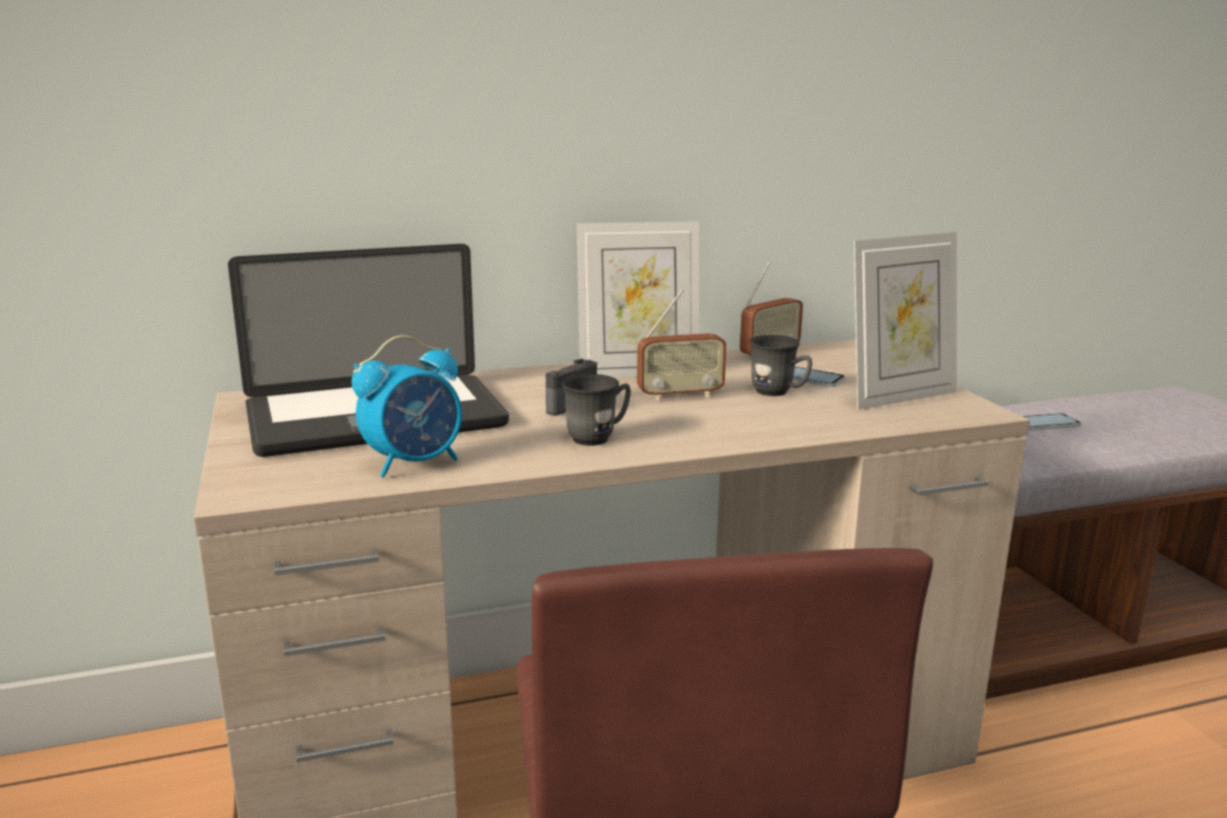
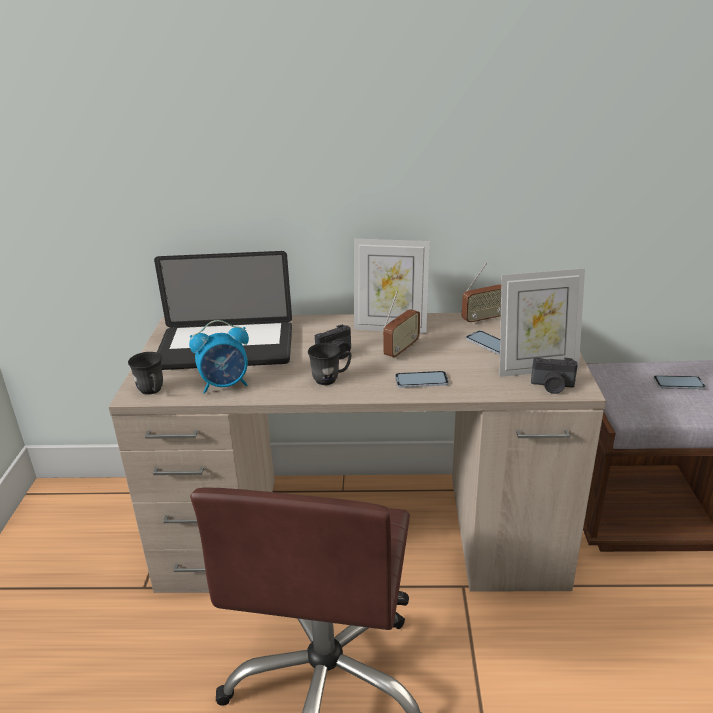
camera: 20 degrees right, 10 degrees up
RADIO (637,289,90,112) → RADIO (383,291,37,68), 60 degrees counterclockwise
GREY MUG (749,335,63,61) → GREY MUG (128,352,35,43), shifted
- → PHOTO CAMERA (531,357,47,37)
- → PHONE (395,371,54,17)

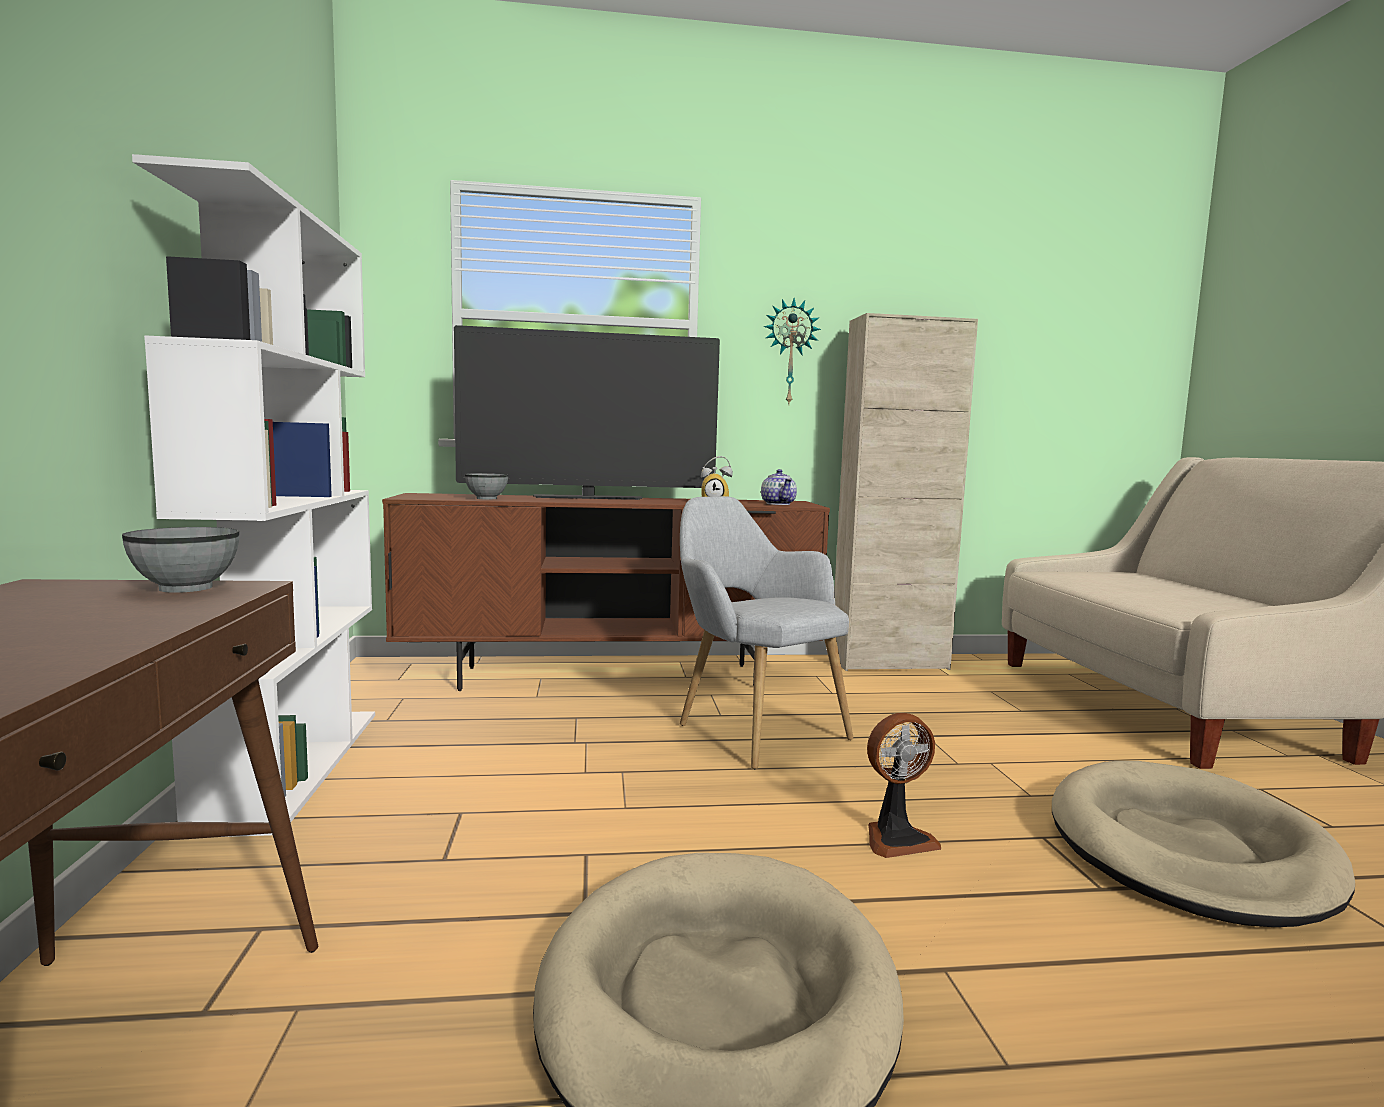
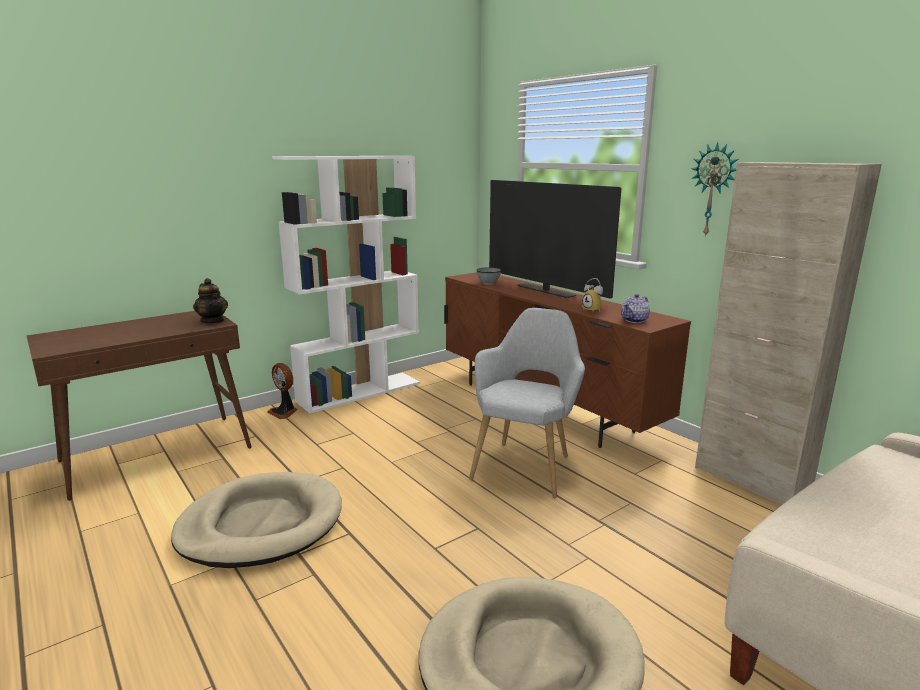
camera: 60 degrees right, 10 degrees up
GREY BOWL (122,527,117,66) → TEAPOT (193,278,35,45)
FAN (867,713,74,145) → FAN (267,363,31,56), shifted

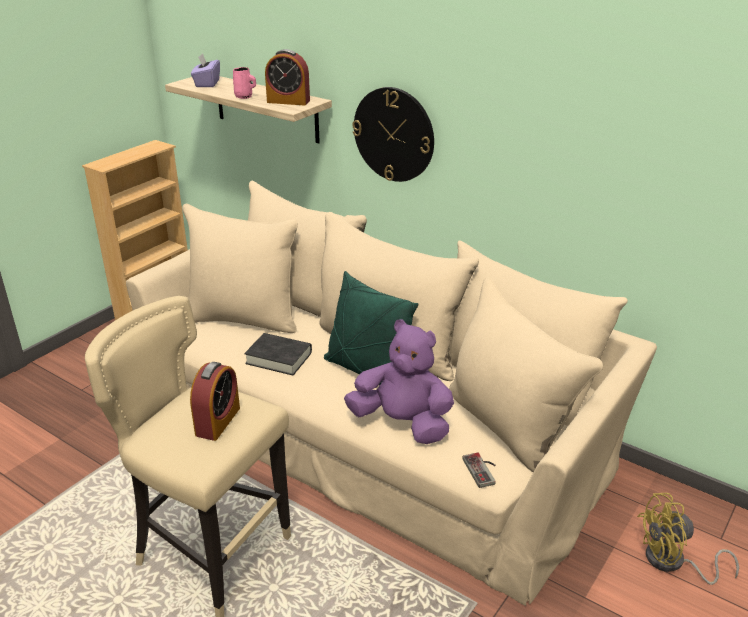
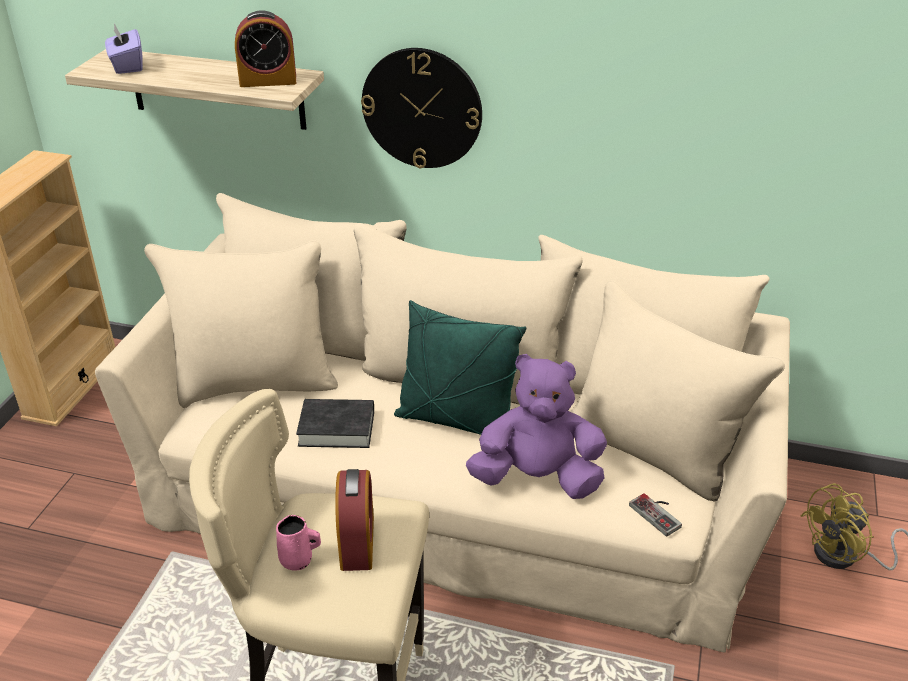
camera: 20 degrees left, 5 degrees up
PINK MUG (233,67,23,32) → PINK MUG (276,515,45,56), shifted

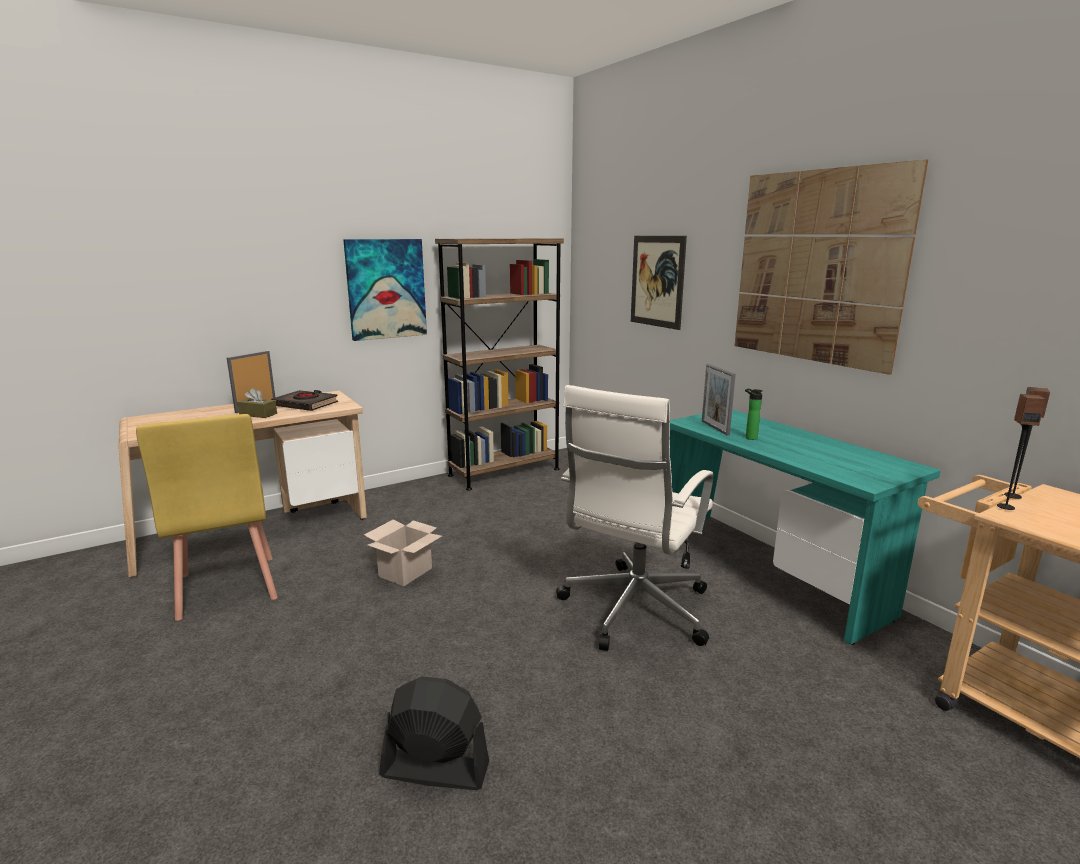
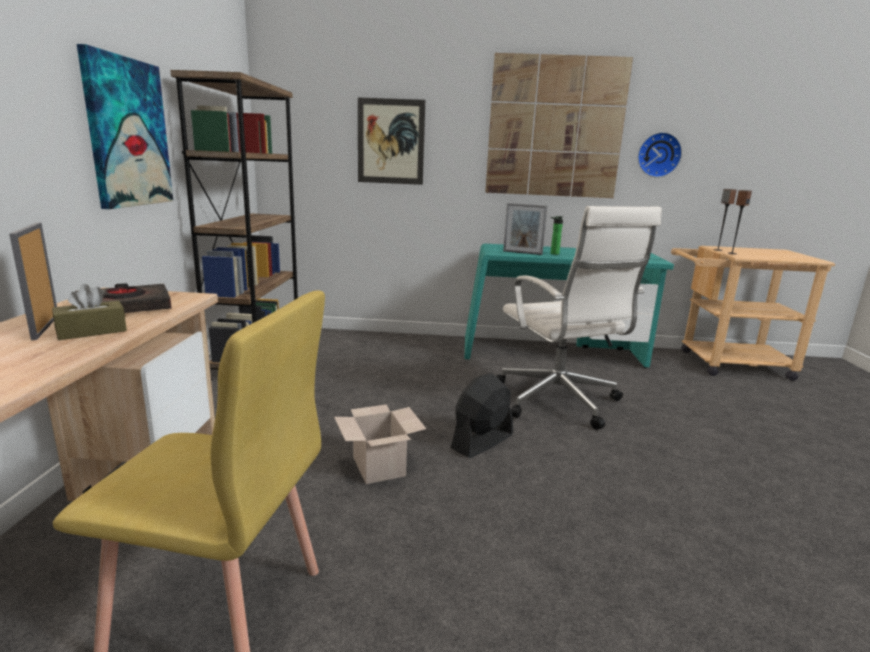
camera: 55 degrees left, 0 degrees up
BLACK FAN (379,676,110,114) → BLACK FAN (451,373,62,85), shifted
- → WALL CLOCK (638,132,44,46)

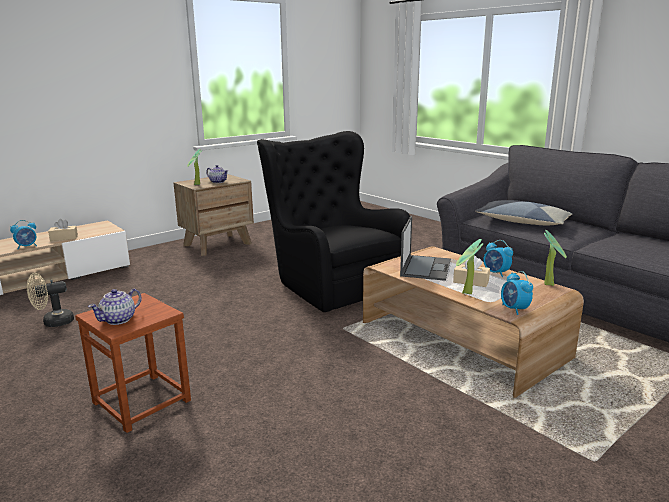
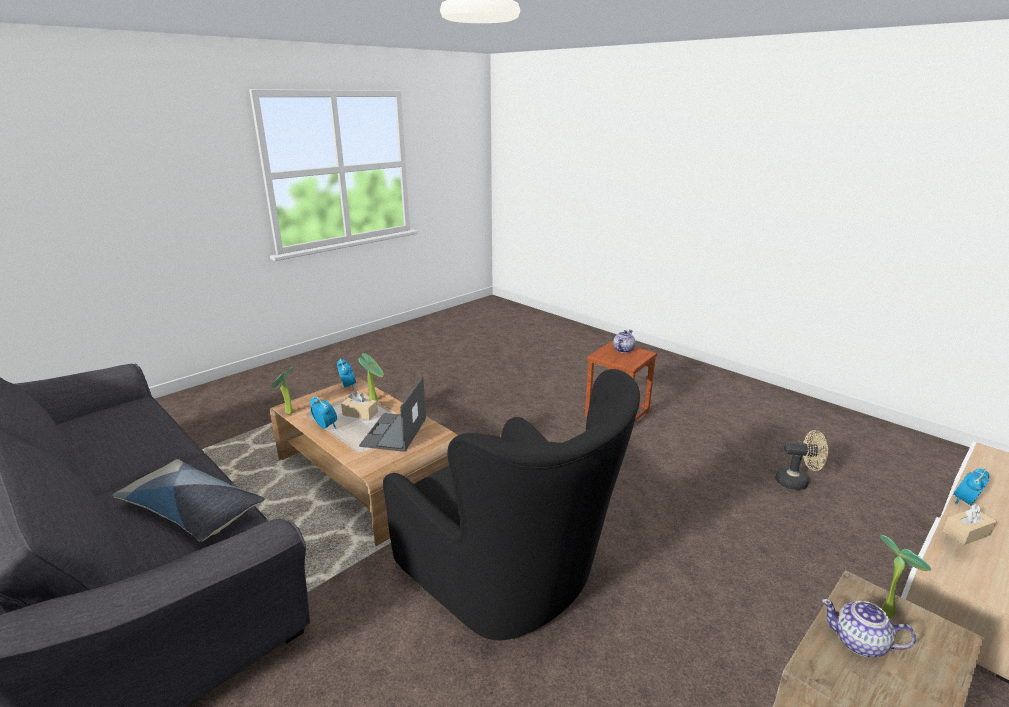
camera: 175 degrees right, 5 degrees up
BEIGE FAN (27,273,47,54) → BEIGE FAN (775,430,53,60), 45 degrees clockwise

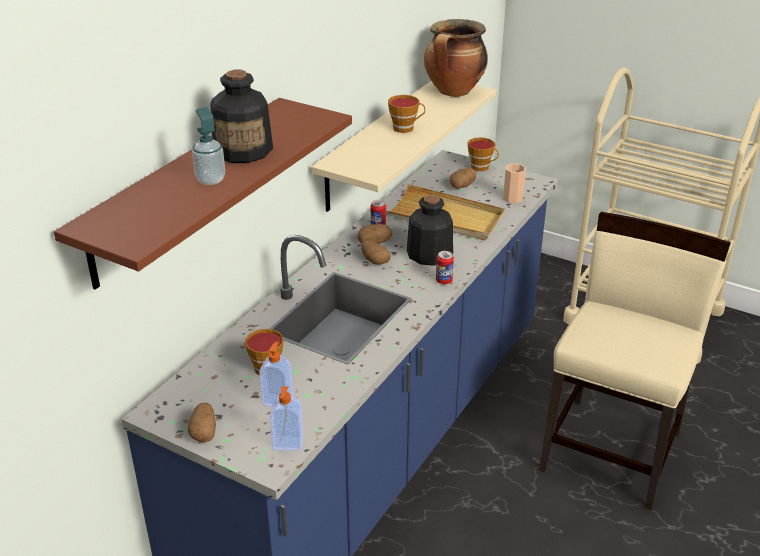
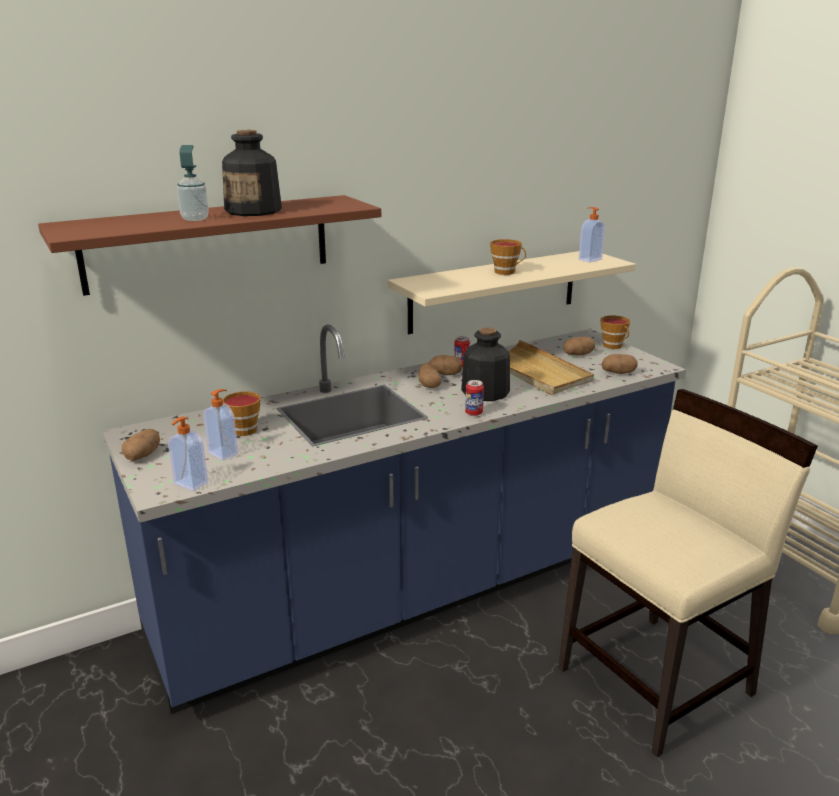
camera: 30 degrees right, 10 degrees down
COOKING POT (424,19,64,78) → SOAP DISPENSER (579,207,26,55)
CUP (503,163,23,40) → POTATO (601,354,37,20)

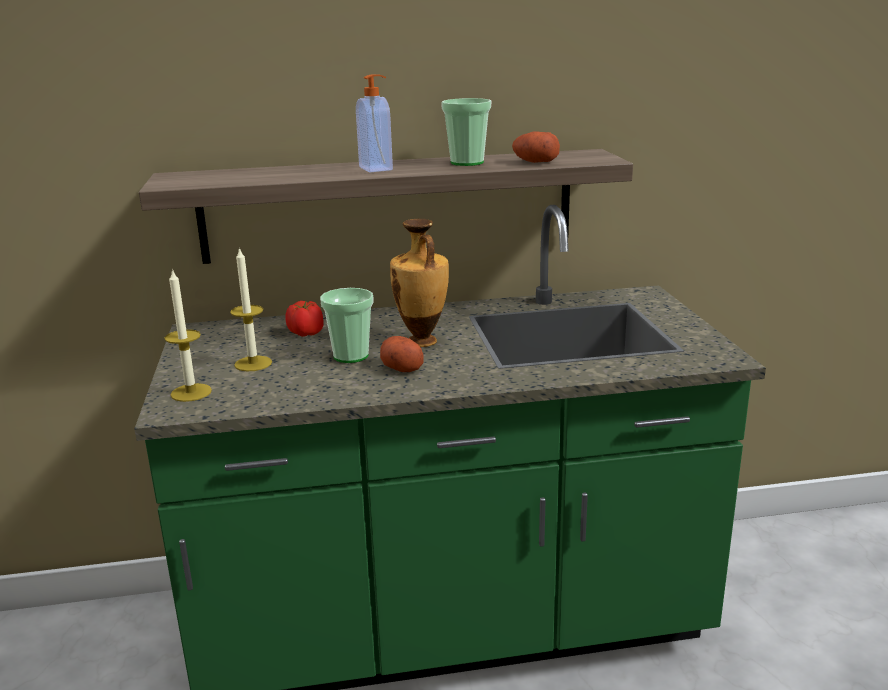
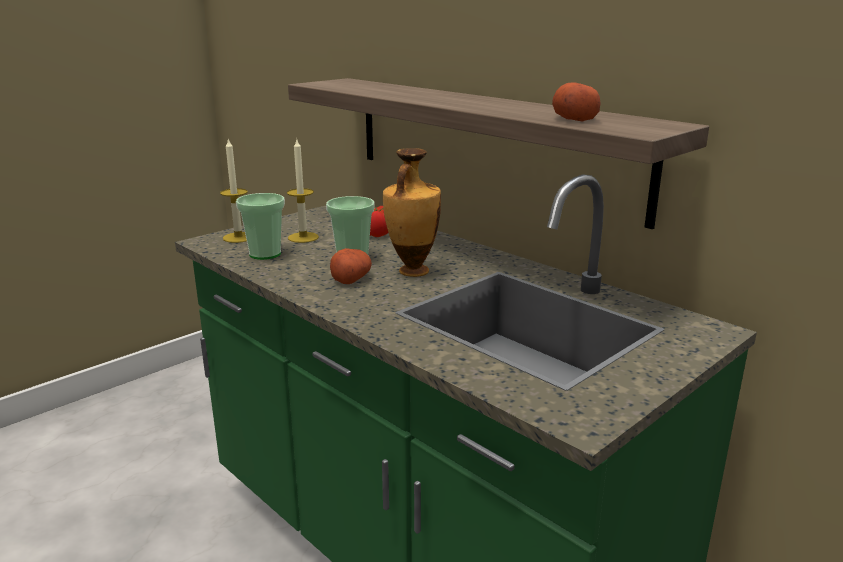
camera: 55 degrees right, 0 degrees up
SOAP DISPENSER (356,74,37,99) → -
CUP (441,98,50,68) → CUP (236,193,49,67), shifted

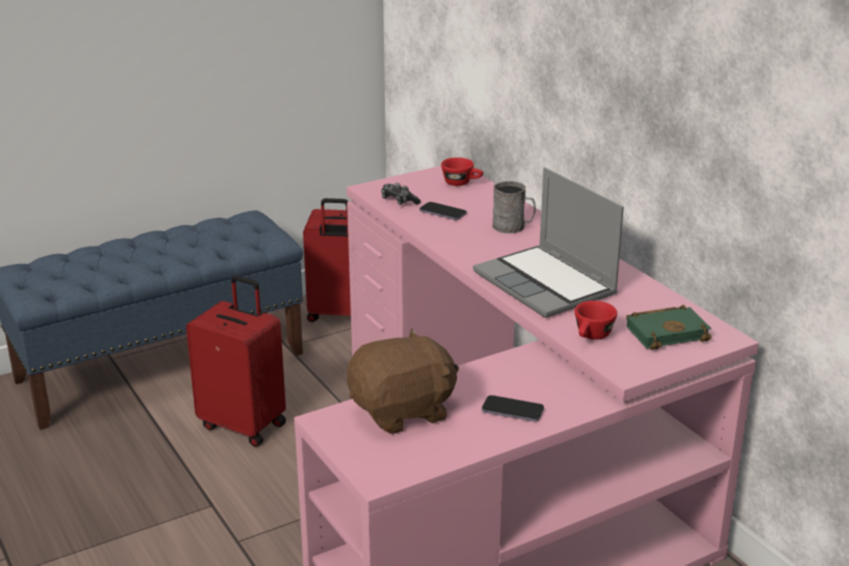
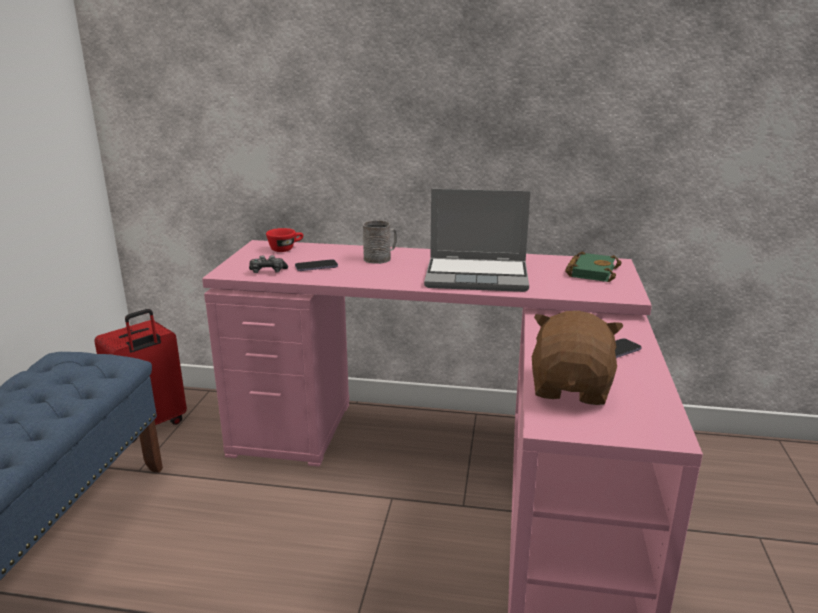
camera: 50 degrees left, 5 degrees down
RED SUITCASE (186,275,100,172) → -
RED CUP (575,301,42,39) → -

